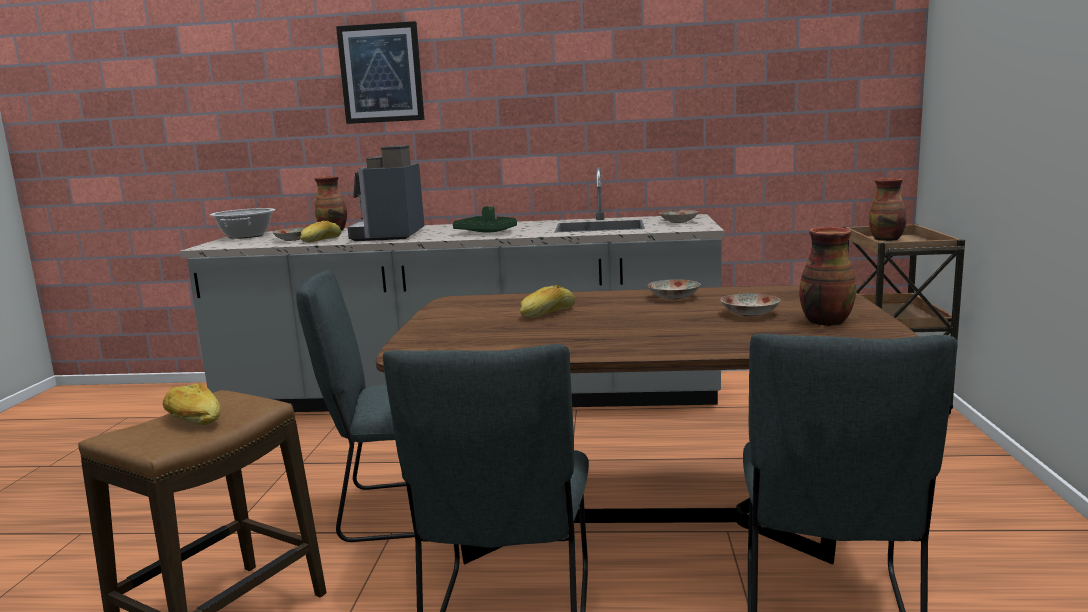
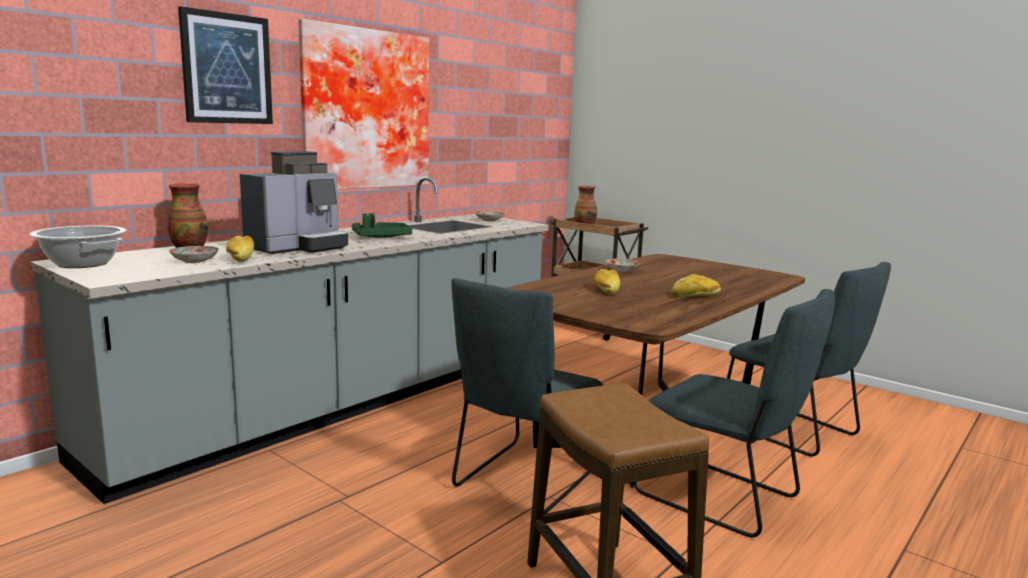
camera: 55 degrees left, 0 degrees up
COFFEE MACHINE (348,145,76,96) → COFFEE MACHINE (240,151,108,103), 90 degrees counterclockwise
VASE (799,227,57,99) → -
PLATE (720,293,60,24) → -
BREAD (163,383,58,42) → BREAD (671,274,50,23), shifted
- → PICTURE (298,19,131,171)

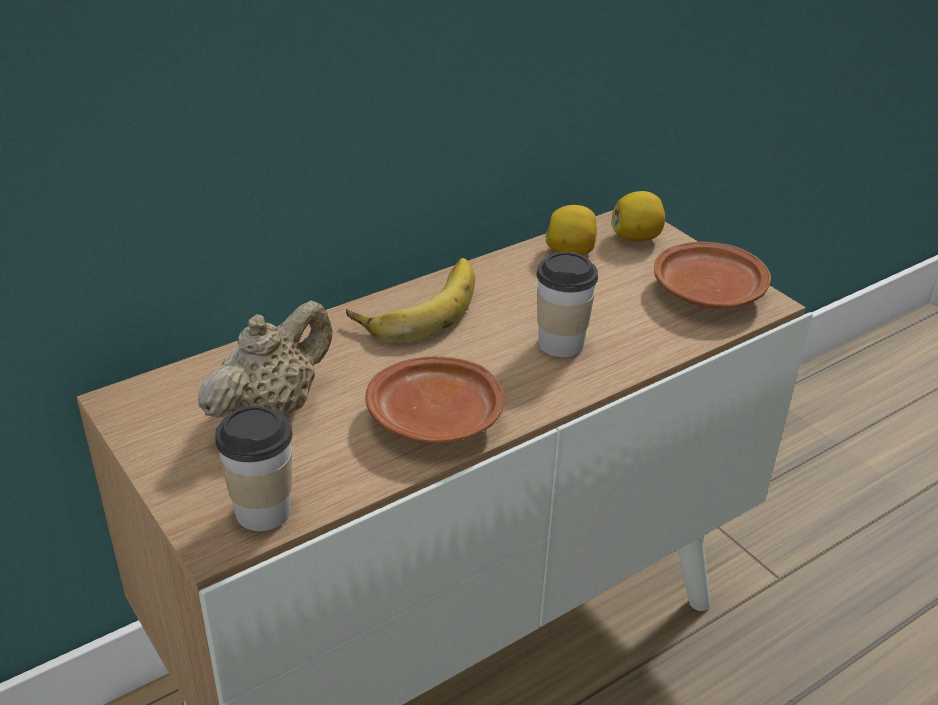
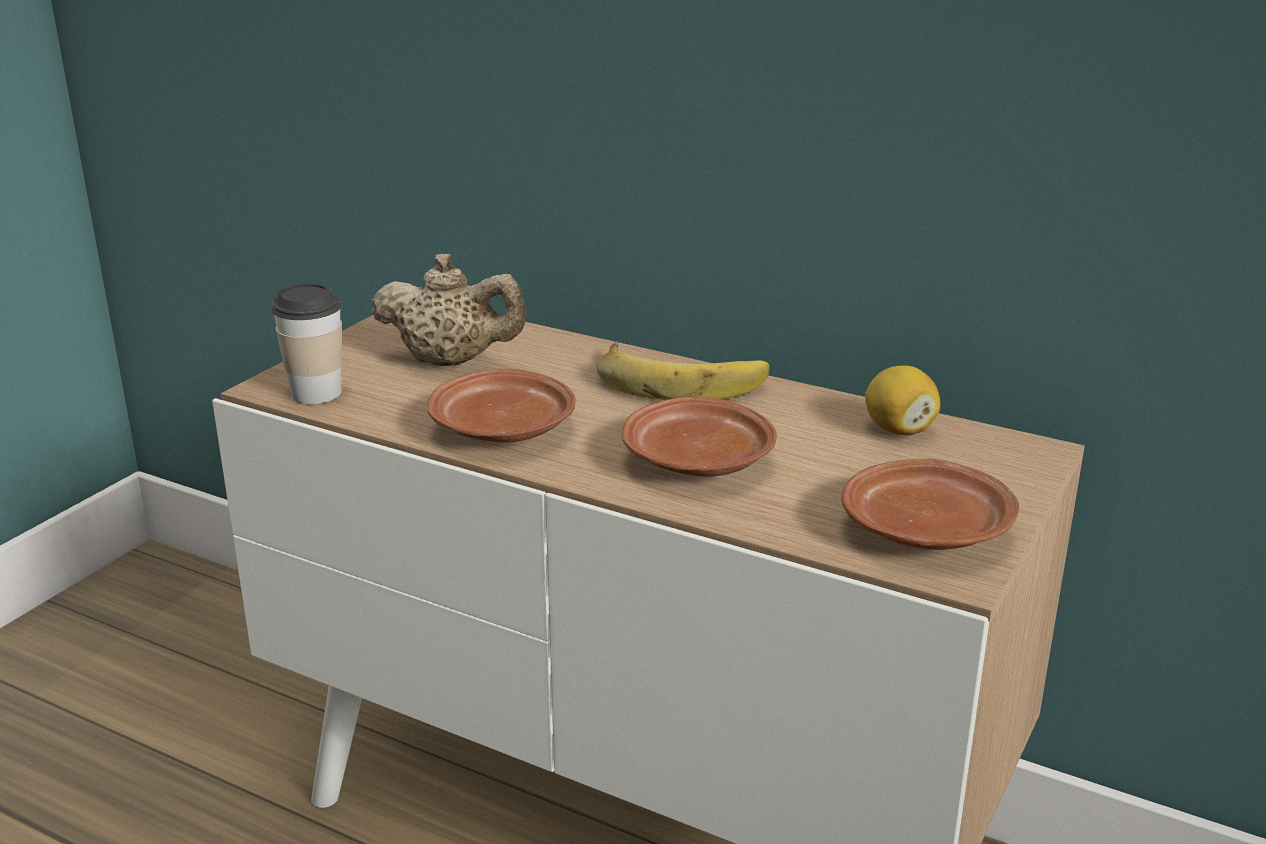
camera: 65 degrees right, 10 degrees down
LEMON (611,191,54,50) → -
CUP (537,252,61,105) → BROWN PLATE (622,396,155,80)

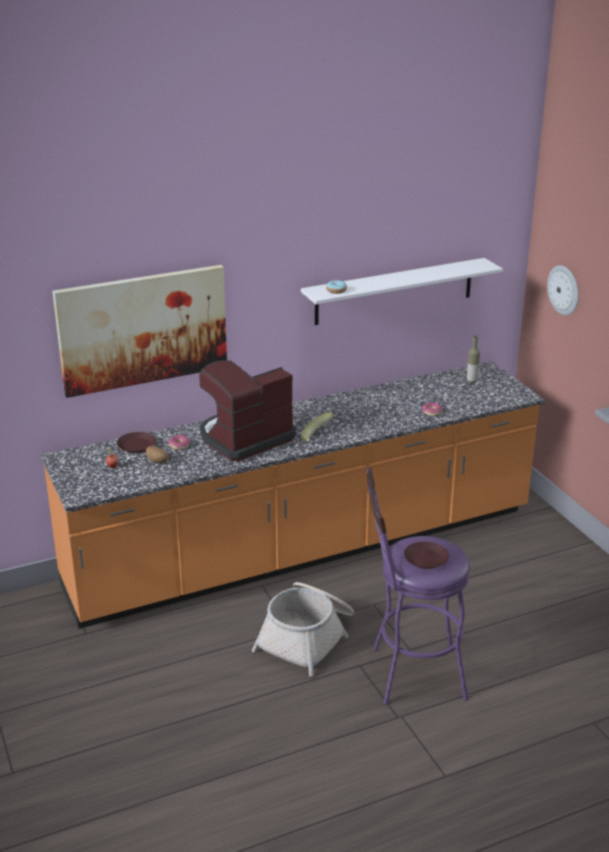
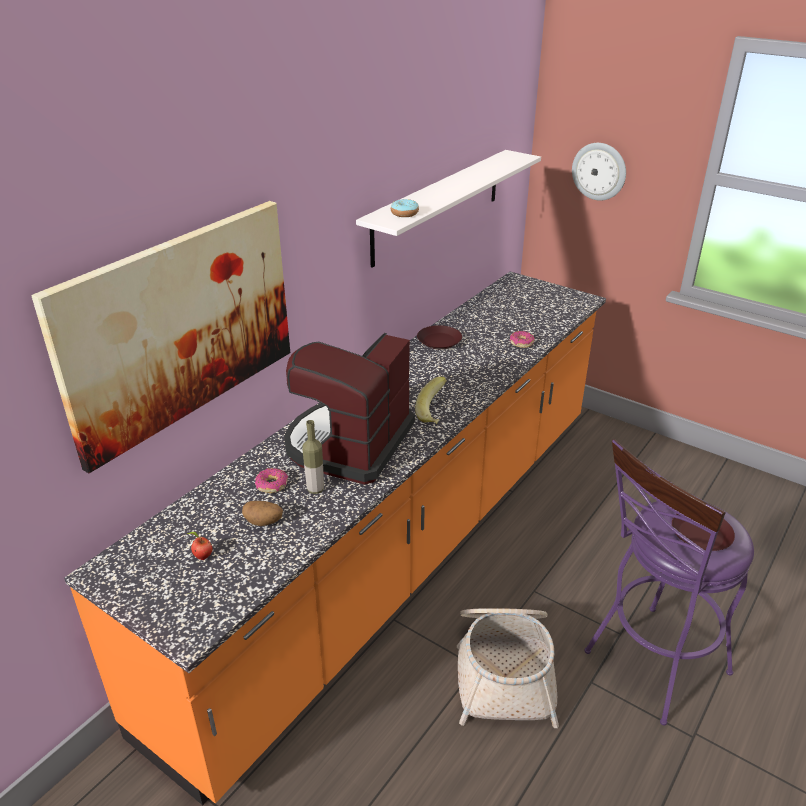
camera: 30 degrees left, 5 degrees up
BOTTLE (467,336,13,47) → BOTTLE (302,420,22,74), shifted
BROWN PLATE (117,432,39,21) → BROWN PLATE (417,325,45,24), shifted

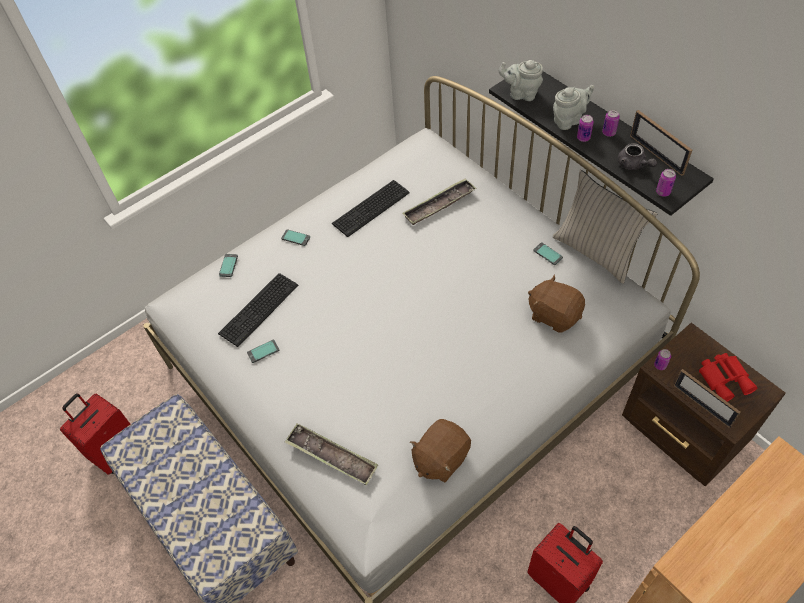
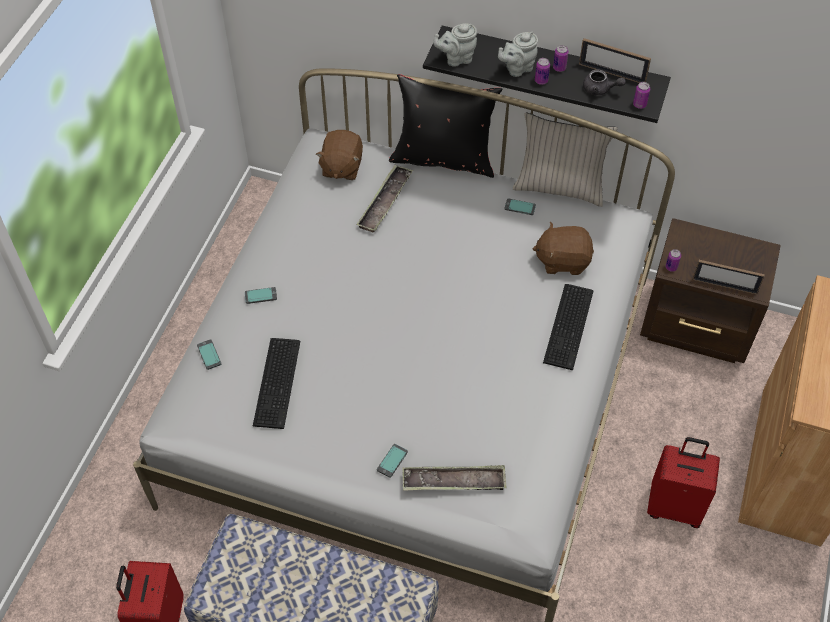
camera: 35 degrees left, 0 degrees up
GREY TEAPOT (553,85,41,45) → GREY TEAPOT (498,32,40,45), 150 degrees counterclockwise
KEYBOARD (332,180,78,57) → KEYBOARD (543,284,50,86), shifted
PHONE (247,340,32,23) → PHONE (377,444,31,34), shifted
RED BINOCULARS (699,353,58,49) → -
BROWN PLUSH TOY (410,419,61,63) → BROWN PLUSH TOY (316,130,47,50), shifted
- → BLACK PILLOW (389,74,114,104)

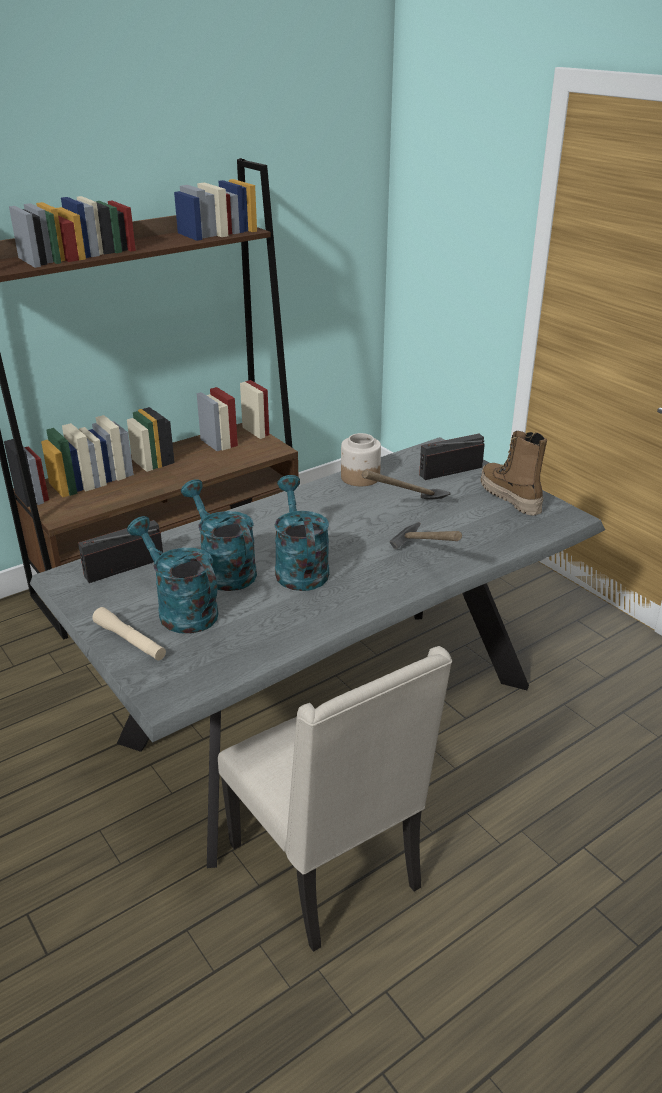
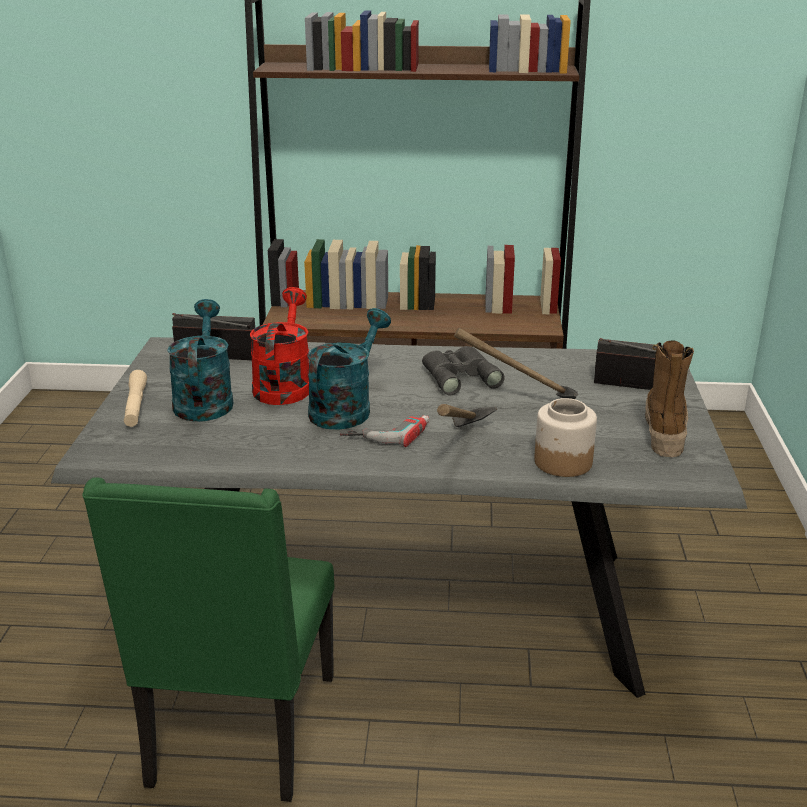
camera: 40 degrees right, 5 degrees down
JAR (341,433,40,53) → JAR (534,398,63,79), shifted
TURQUOISE WATERING CAN (181,479,76,112) → RED WATERING CAN (250,287,59,118)
BEIGE CHAIR (218,646,234,306) → GREEN CHAIR (82,477,252,325)
- → GREY BINOCULARS (422,346,83,49)
- → POWER DRILL (340,415,89,32)

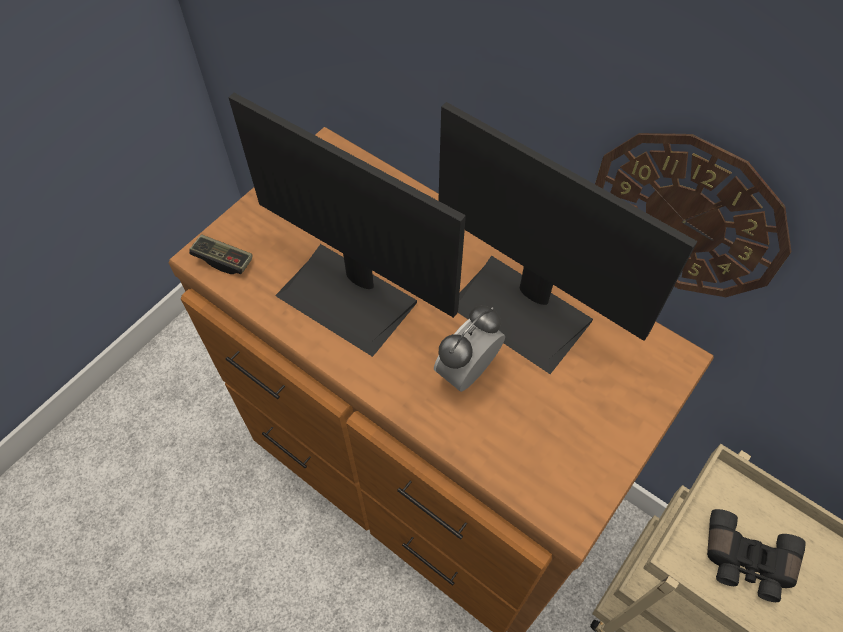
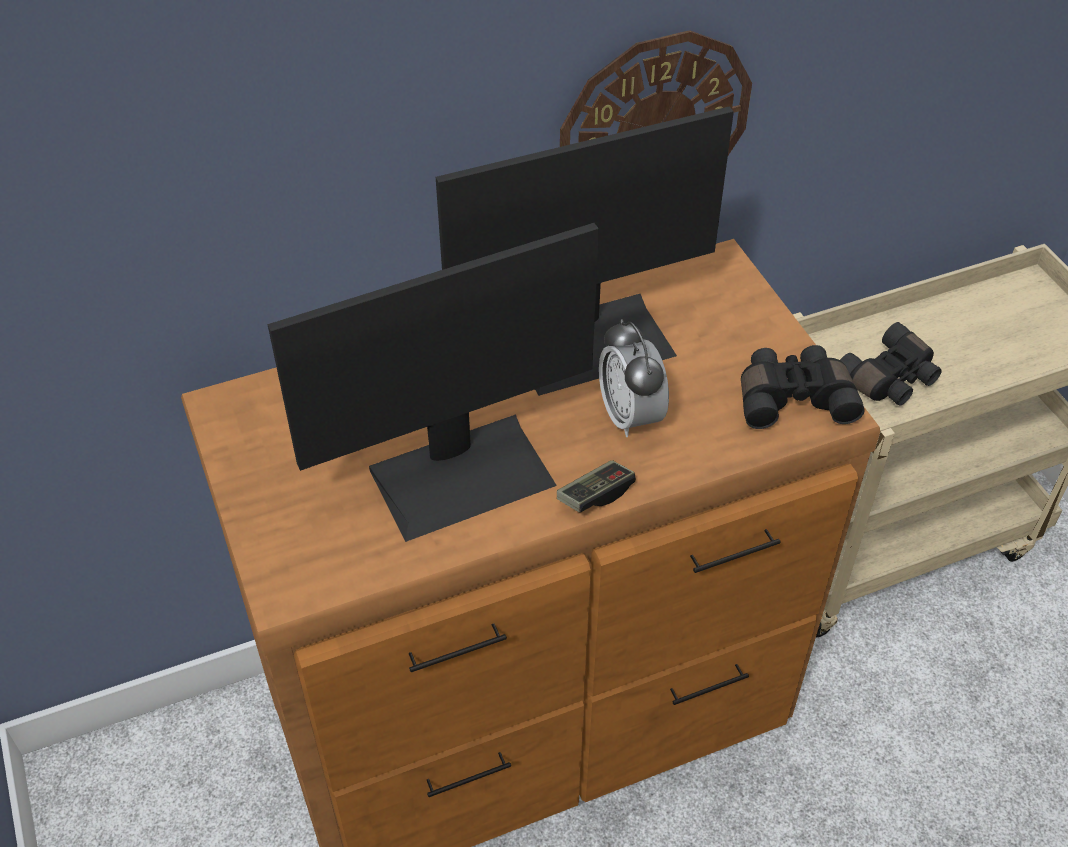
camera: 60 degrees left, 10 degrees down
GAME CONTROLLER (189,234,63,40) → GAME CONTROLLER (557,460,79,53), shifted
- → BLACK BINOCULARS (741,345,124,84)

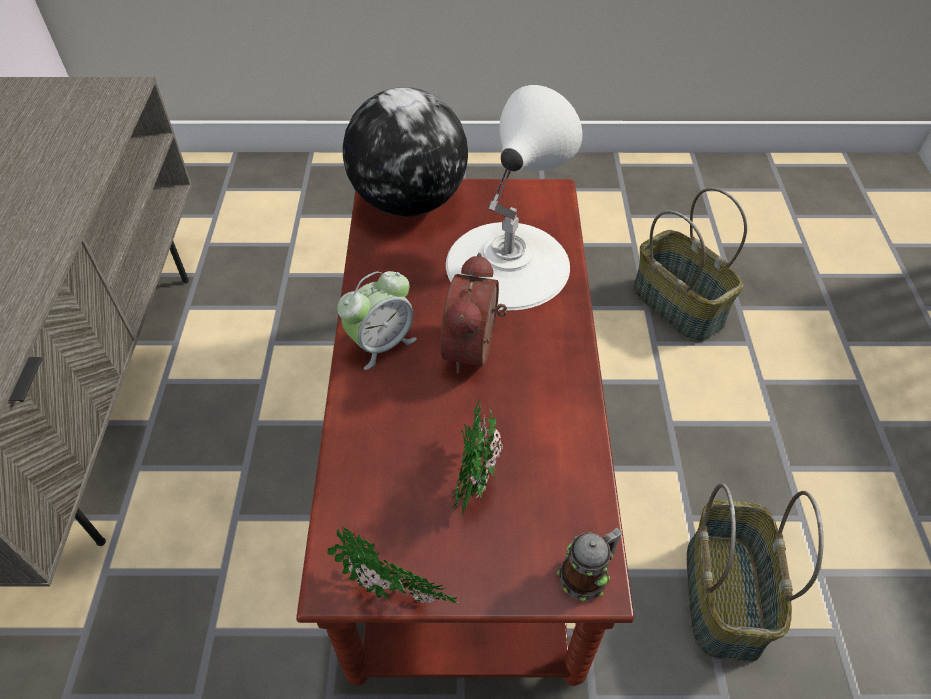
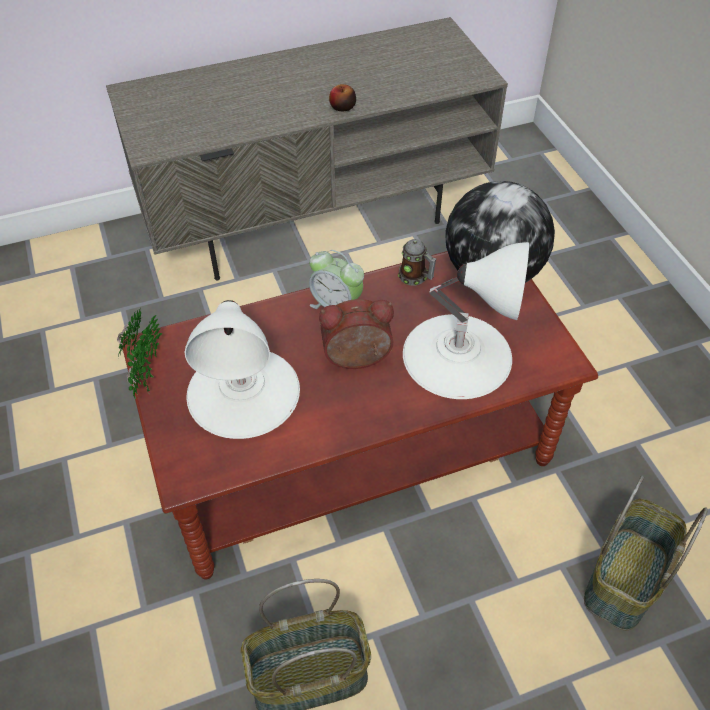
camera: 70 degrees right, 0 degrees up
POTTED PLANT (452,397,51,121) → WHITE TABLE LAMP (185,300,115,139)
MUG (557,527,65,74) → MUG (398,239,39,47), shifted
- → APPLE (329,84,27,27)

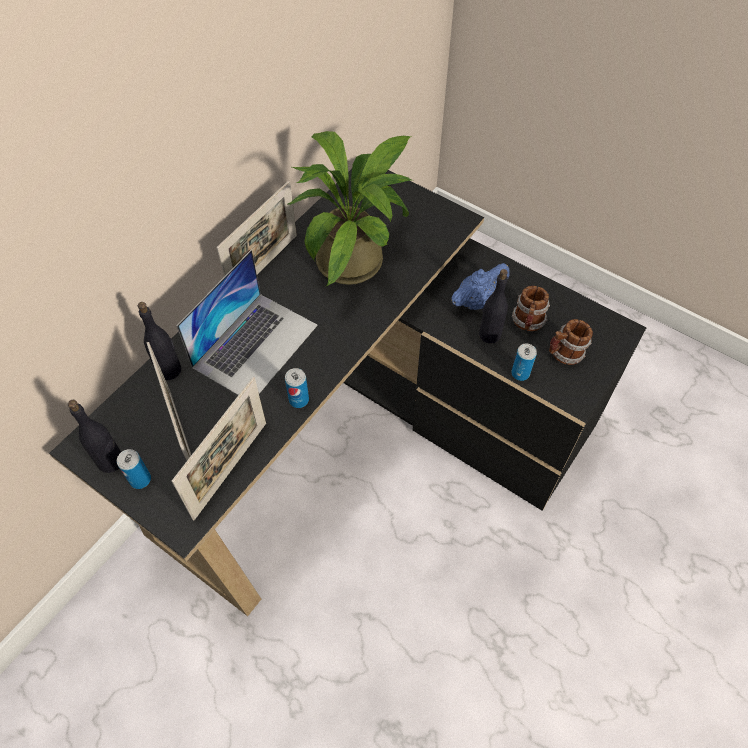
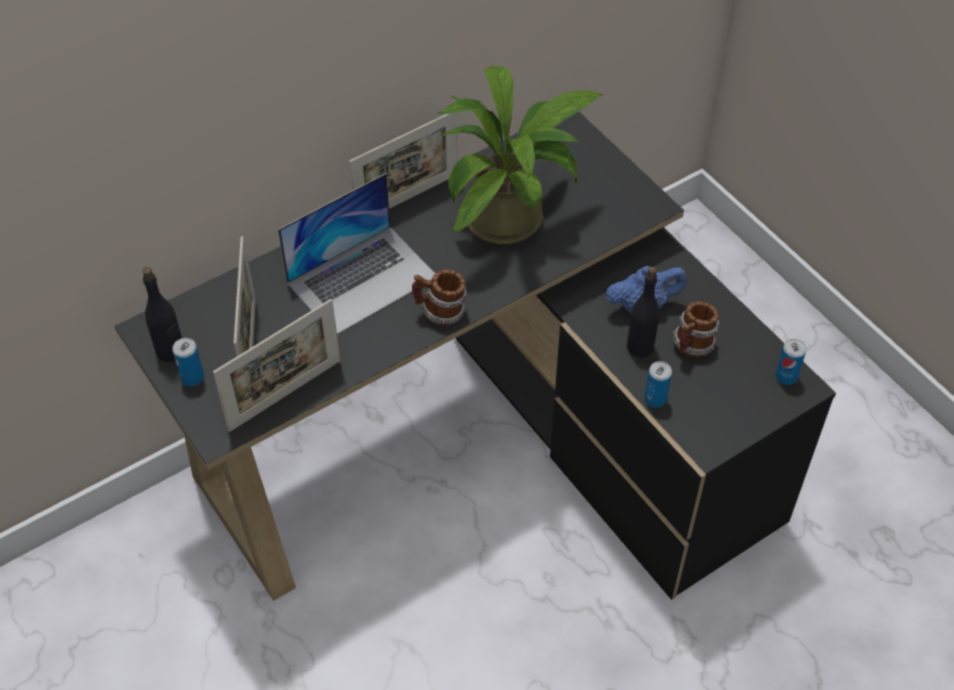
camera: 20 degrees right, 5 degrees down
BLACK BOTTLE (138,302,43,78) → -
MUG (549,319,44,46) → MUG (412,269,56,57), shifted
CAN (285,368,24,40) → CAN (775,339,31,46), shifted

